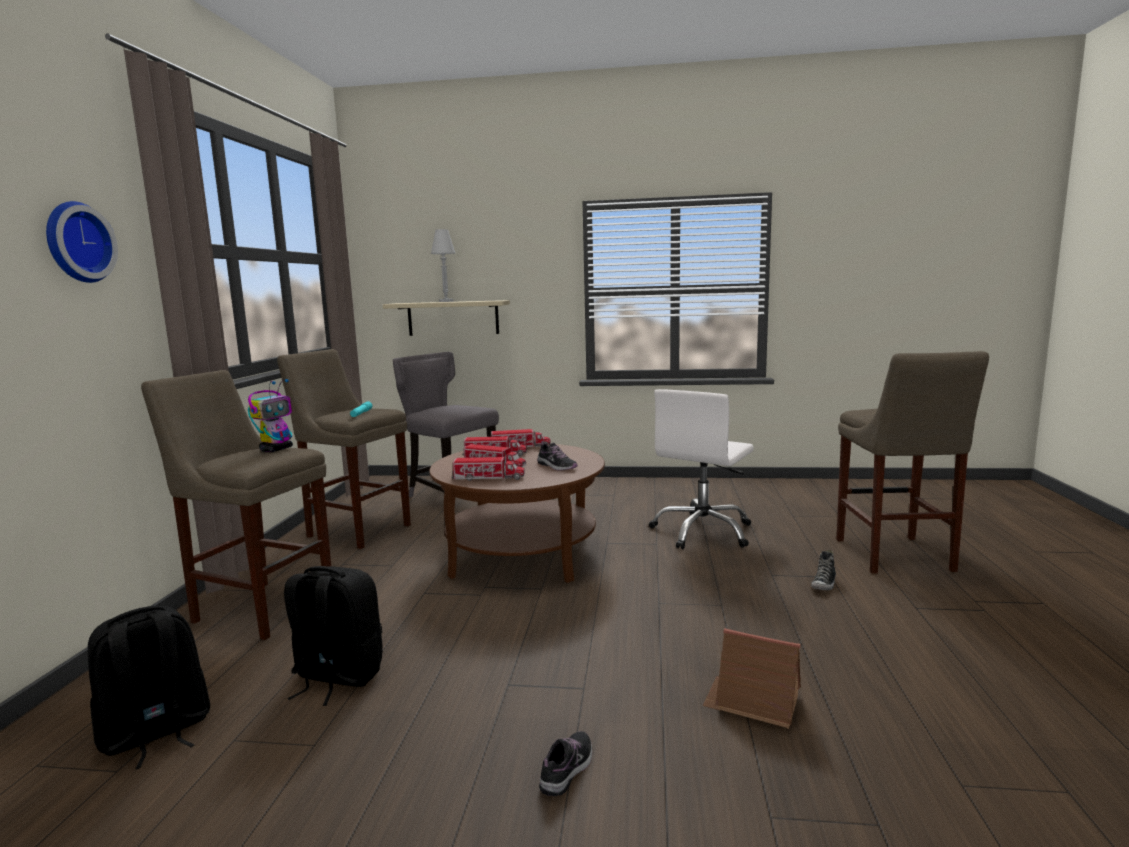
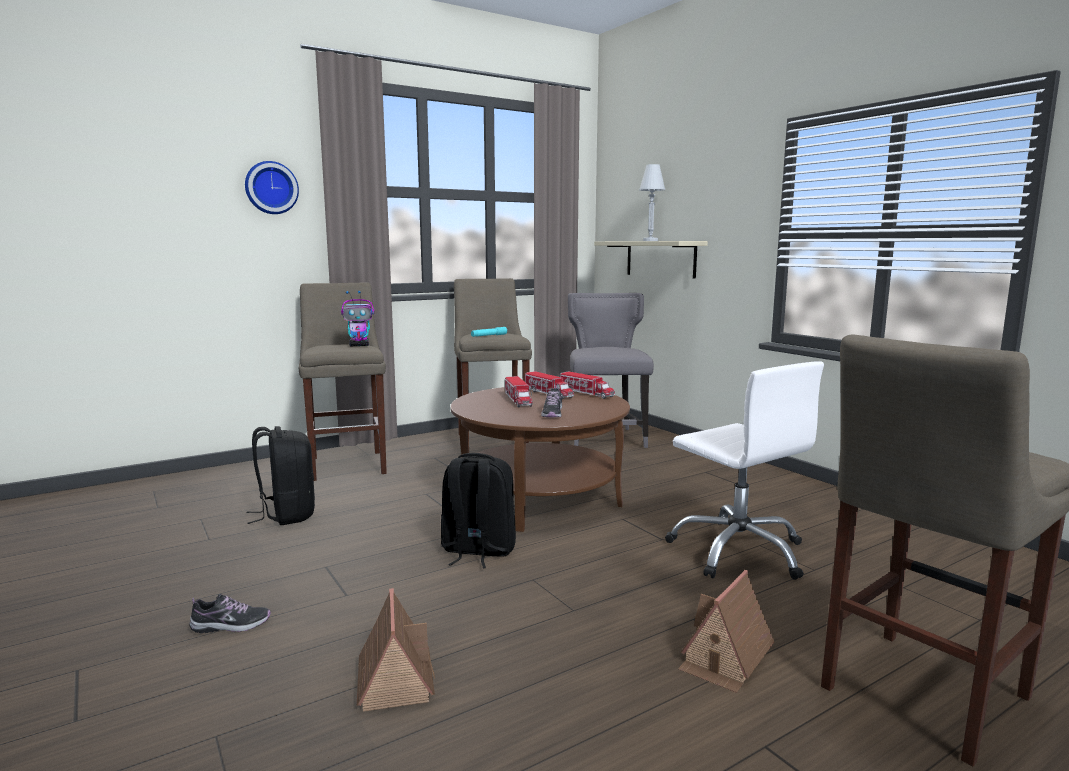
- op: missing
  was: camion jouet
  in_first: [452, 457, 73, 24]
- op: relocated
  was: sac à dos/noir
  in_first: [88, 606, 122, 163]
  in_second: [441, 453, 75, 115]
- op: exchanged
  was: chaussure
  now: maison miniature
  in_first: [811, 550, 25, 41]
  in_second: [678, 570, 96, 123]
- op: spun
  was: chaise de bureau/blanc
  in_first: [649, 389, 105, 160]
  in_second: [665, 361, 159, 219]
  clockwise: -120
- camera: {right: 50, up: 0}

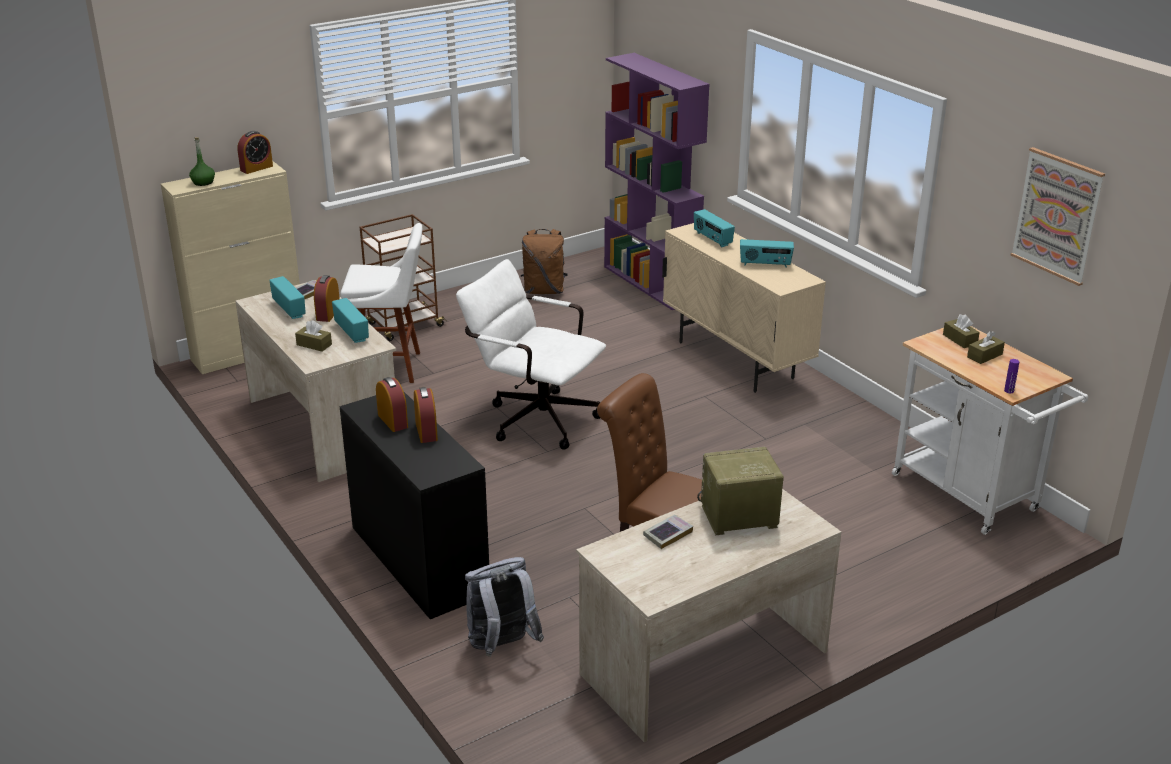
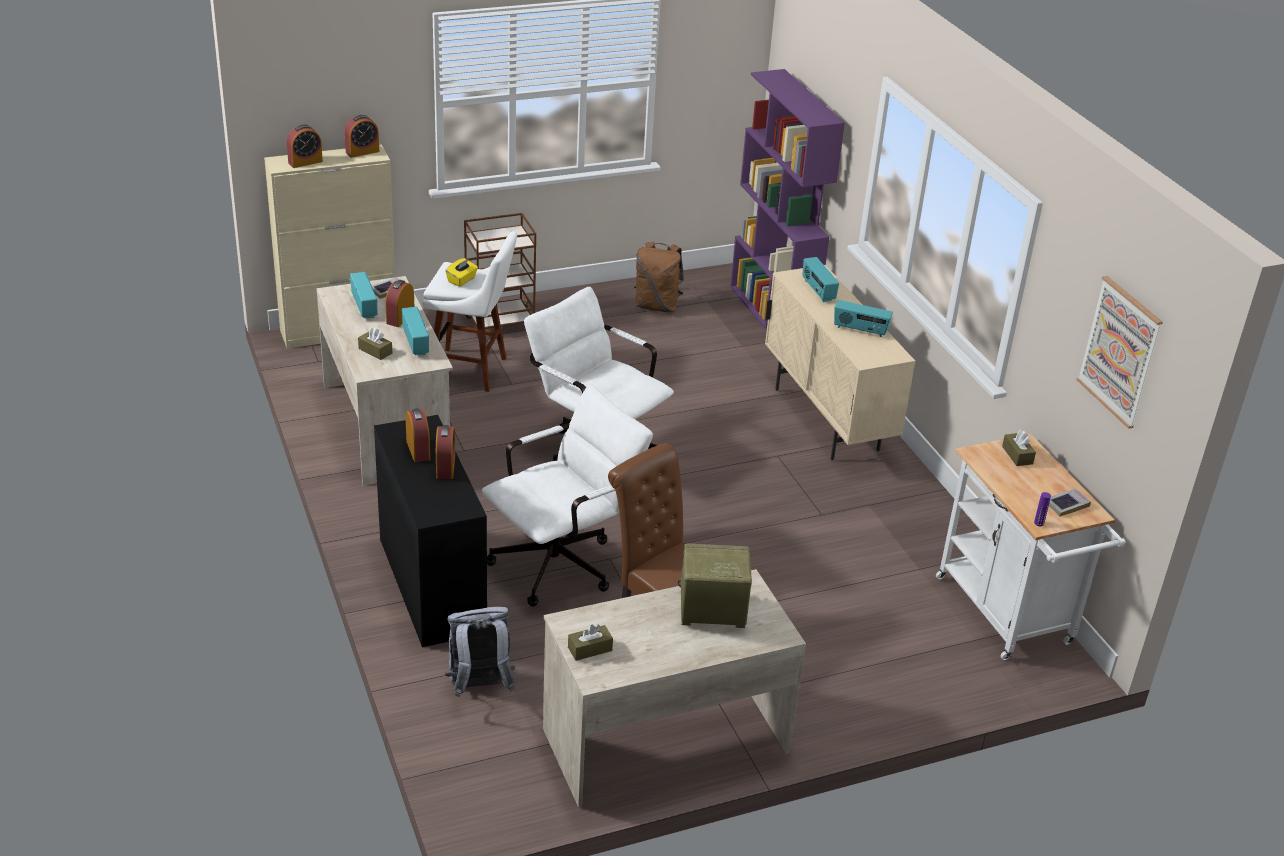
- op: appeared
  now: boîte à mouchoirs/jaune
  in_second: [445, 258, 33, 29]
- op: appeared
  now: chaise de bureau/blanc
  in_second: [482, 385, 171, 222]
- op: relocated
  was: livre
  in_first: [643, 515, 50, 34]
  in_second: [1049, 489, 42, 28]
- op: relocated
  was: boîte à mouchoirs/marron
  in_first: [967, 331, 38, 33]
  in_second: [568, 624, 45, 37]
- op: exchanged
  was: bouteille/vert
  now: réveil
  in_first: [189, 137, 26, 49]
  in_second: [287, 125, 36, 43]
- camera: {right: 10, up: 5}

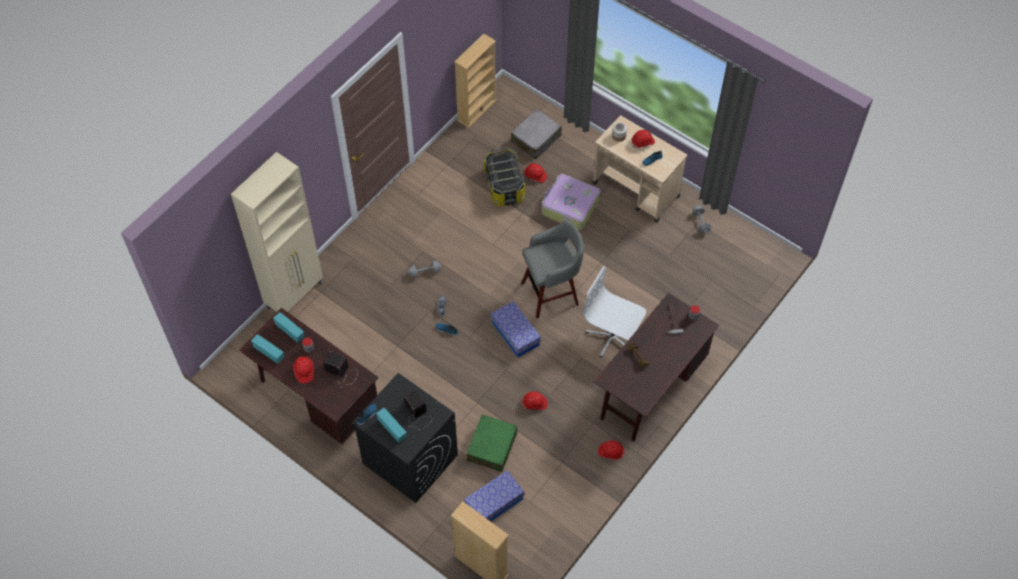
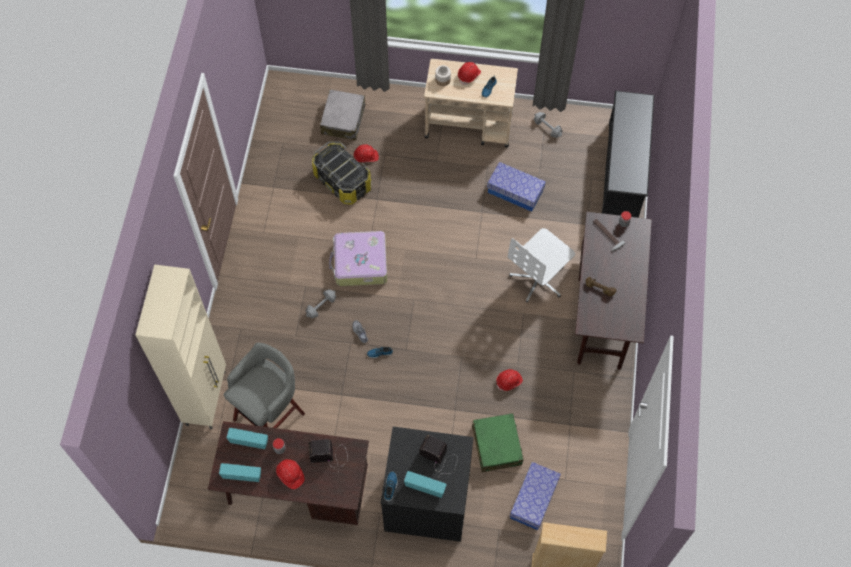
- op: missing
  was: bibliothèque/beige
  in_first: [454, 34, 43, 94]
- op: missing
  was: casque de chantier/rouge
  in_first: [598, 440, 26, 20]
- op: appeared
  now: étagère à chaussures/noir
  in_second: [602, 91, 52, 127]
- op: relocated
  was: boîte de rangement
  in_first: [491, 301, 50, 57]
  in_second: [487, 162, 59, 50]
- op: relocated
  was: tabouret/gris
  in_first: [521, 220, 63, 98]
  in_second: [224, 343, 81, 85]
- op: relocated
  was: valise
  in_first: [542, 174, 59, 56]
  in_second: [329, 231, 58, 55]
- op: spun
  was: chaise de bureau/blanc
  in_first: [583, 266, 63, 92]
  in_second: [508, 228, 67, 75]
  clockwise: -45
- camera: {right: -30, up: 5}

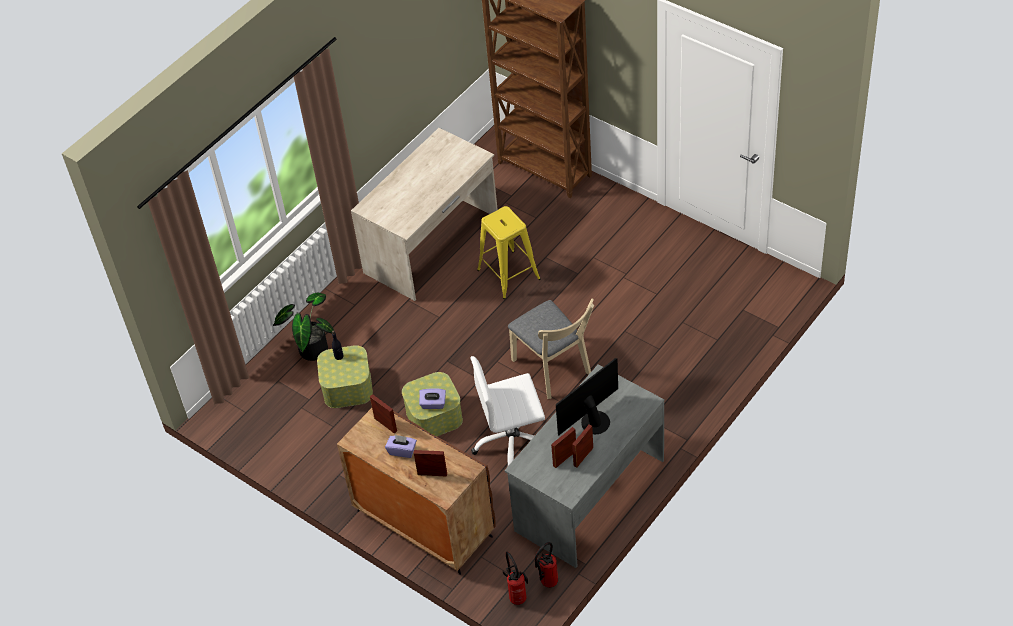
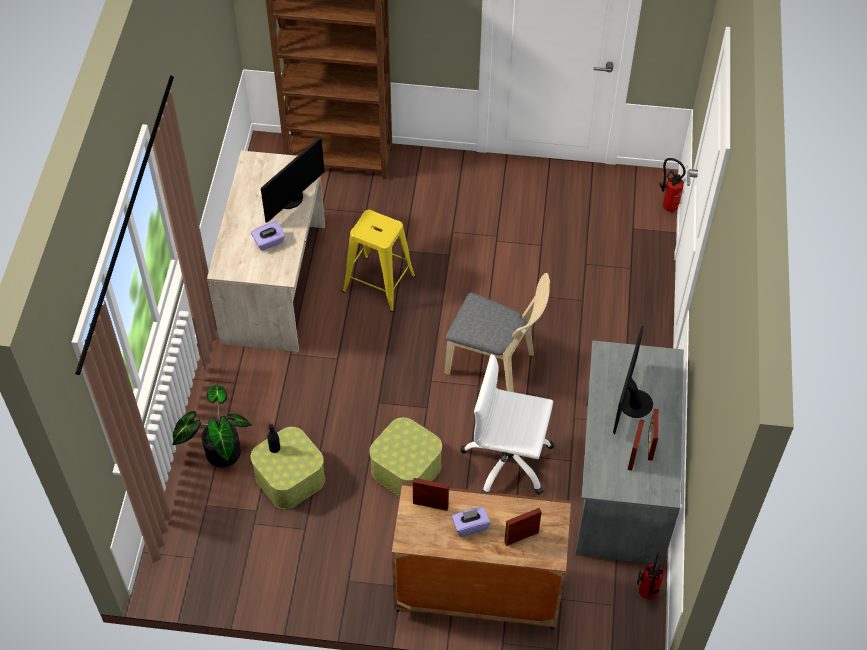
- op: appeared
  now: écran d'ordinateur
  in_second: [261, 136, 63, 87]
- op: relocated
  was: boîte à mouchoirs/violet
  in_first: [419, 388, 27, 21]
  in_second: [251, 221, 34, 30]
- op: relocated
  was: extincteur
  in_first: [503, 552, 25, 53]
  in_second: [659, 158, 27, 55]
- op: spun
  was: chaise de bureau/blanc
  in_first: [470, 356, 75, 110]
  in_second: [460, 354, 94, 141]
  clockwise: 60
- camera: {right: -35, up: 5}

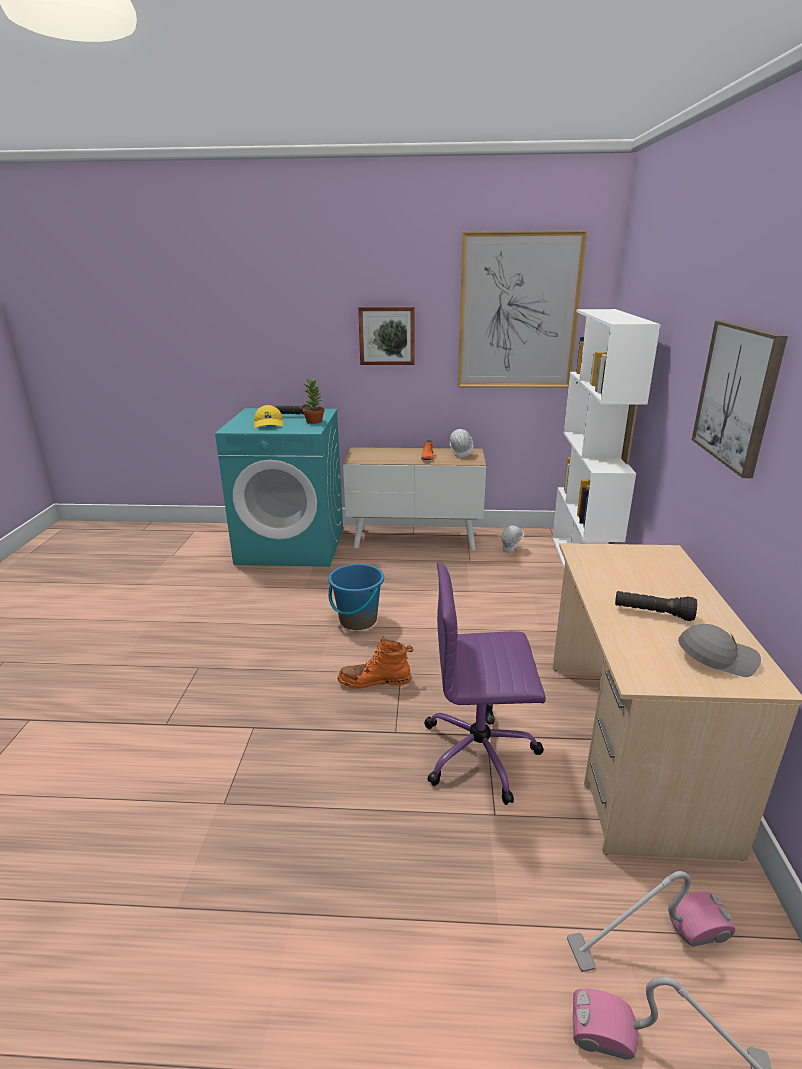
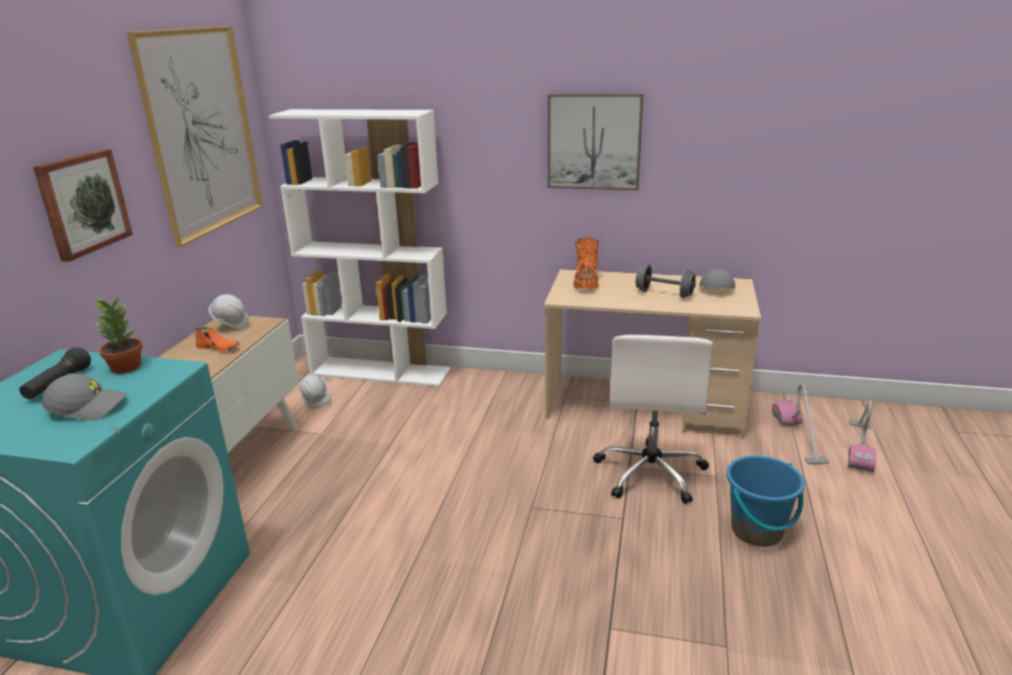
- op: relocated
  was: seau/bleu
  in_first: [328, 564, 56, 66]
  in_second: [726, 455, 79, 92]
- op: relocated
  was: botte/orange
  in_first: [337, 637, 76, 52]
  in_second: [573, 237, 27, 52]
- op: exchanged
  was: lampe de poche/noir
  now: haltère/gris
  in_first: [615, 591, 82, 30]
  in_second: [636, 264, 60, 34]
- op: colour
  was: casquette/jaune
  now: casquette/gris
  in_first: [254, 405, 29, 23]
  in_second: [42, 374, 85, 47]
- op: colour
  was: chaise de bureau/violet
  now: chaise de bureau/blanc
  in_first: [424, 562, 122, 243]
  in_second: [593, 335, 120, 169]
- camera: {right: -80, up: 0}

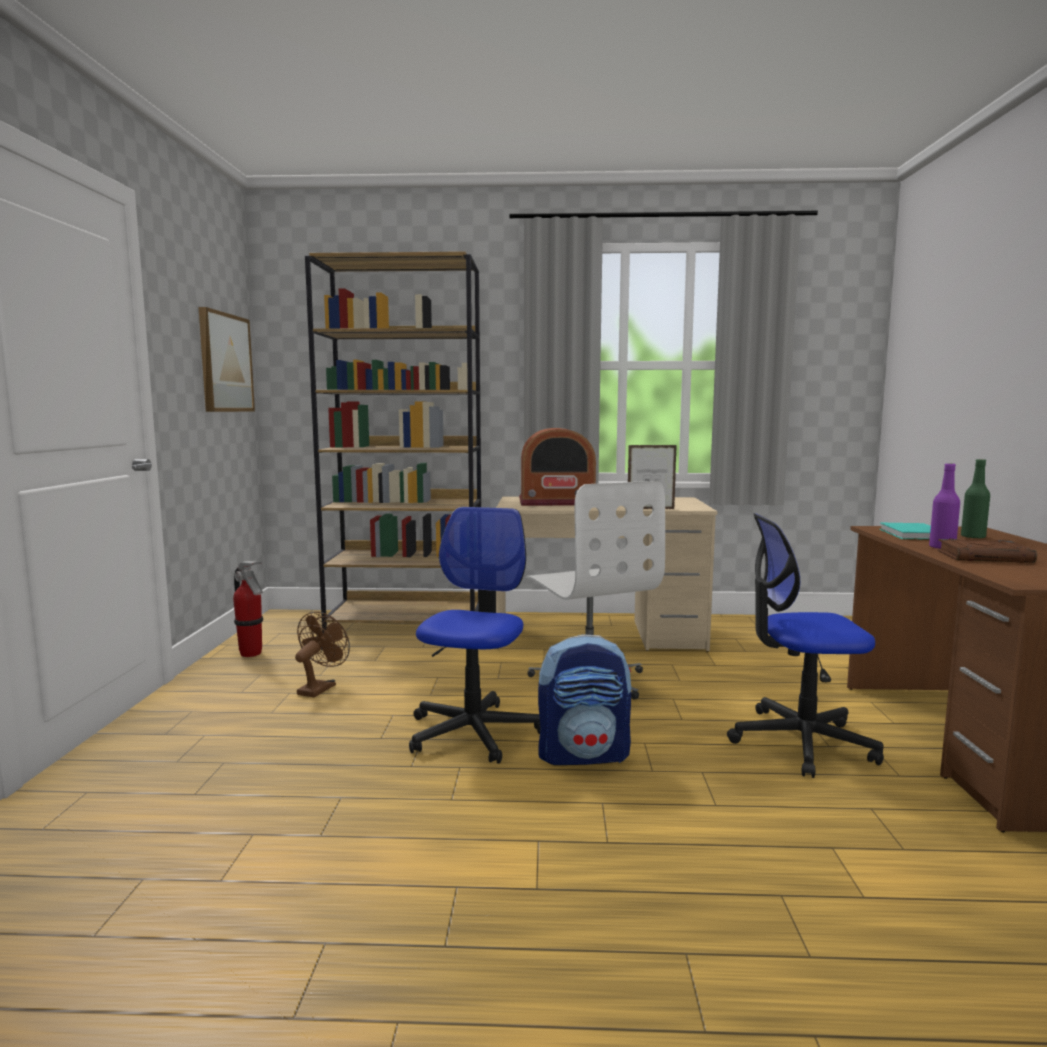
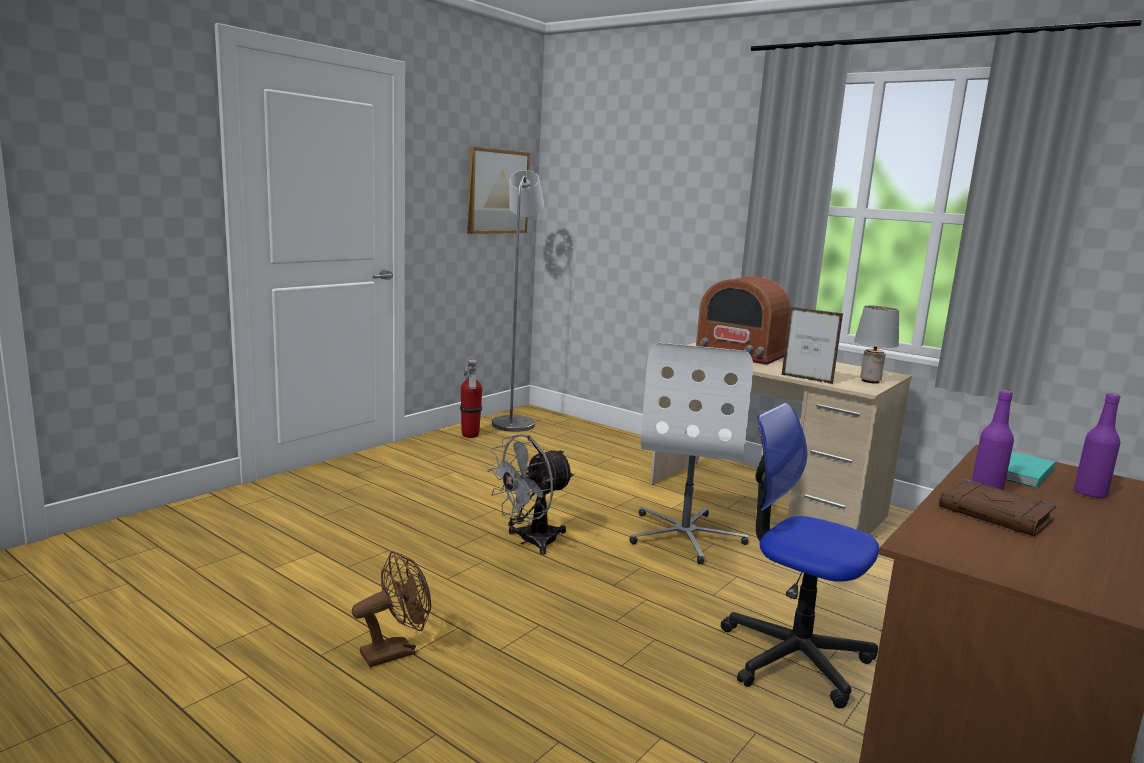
- op: missing
  was: bibliothèque/marron
  in_first: [305, 251, 176, 382]
- op: missing
  was: sac à dos
  in_first: [538, 634, 93, 131]
- op: appeared
  now: lampadaire/gris
  in_second: [492, 170, 52, 262]
- op: appeared
  now: lampe de table/gris
  in_second: [854, 306, 45, 78]
- op: relocated
  was: ventilateur/marron
  in_first: [295, 612, 55, 86]
  in_second: [352, 551, 79, 116]
- op: exchanged
  was: chaise de bureau
  now: ventilateur/gris
  in_first: [409, 507, 132, 257]
  in_second: [487, 434, 87, 121]
- op: colour
  was: bouteille/vert
  now: bouteille/violet
  in_first: [961, 459, 29, 80]
  in_second: [1074, 393, 46, 105]
- camera: {right: 35, up: 5}

